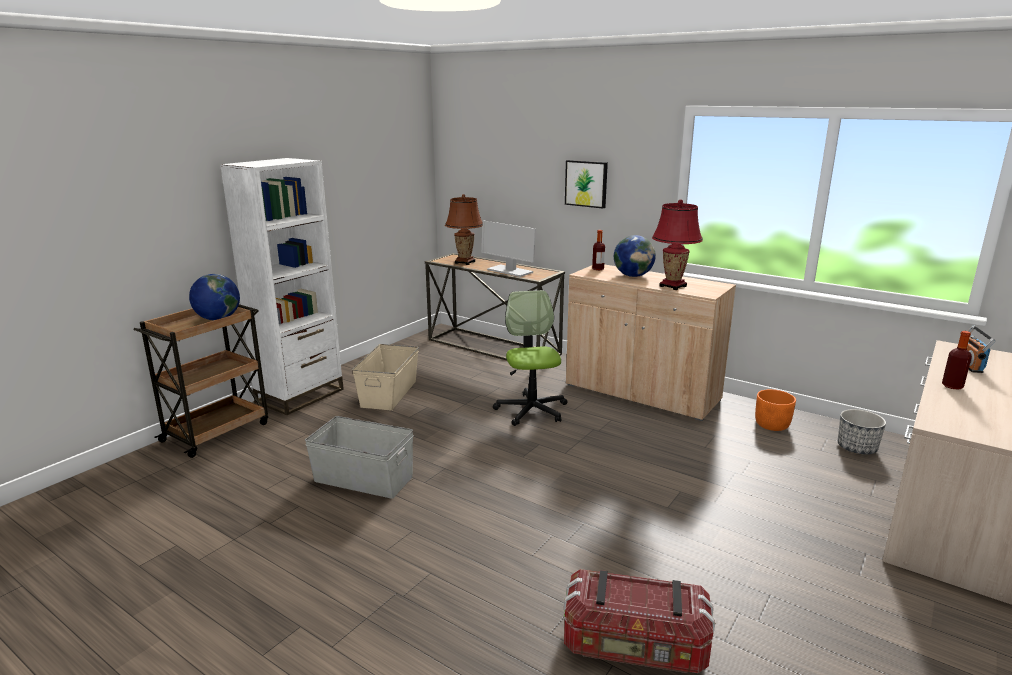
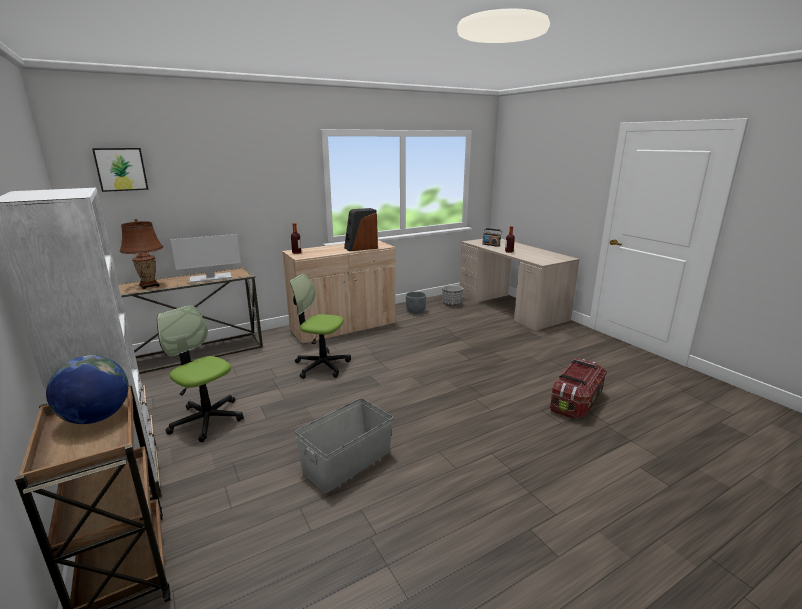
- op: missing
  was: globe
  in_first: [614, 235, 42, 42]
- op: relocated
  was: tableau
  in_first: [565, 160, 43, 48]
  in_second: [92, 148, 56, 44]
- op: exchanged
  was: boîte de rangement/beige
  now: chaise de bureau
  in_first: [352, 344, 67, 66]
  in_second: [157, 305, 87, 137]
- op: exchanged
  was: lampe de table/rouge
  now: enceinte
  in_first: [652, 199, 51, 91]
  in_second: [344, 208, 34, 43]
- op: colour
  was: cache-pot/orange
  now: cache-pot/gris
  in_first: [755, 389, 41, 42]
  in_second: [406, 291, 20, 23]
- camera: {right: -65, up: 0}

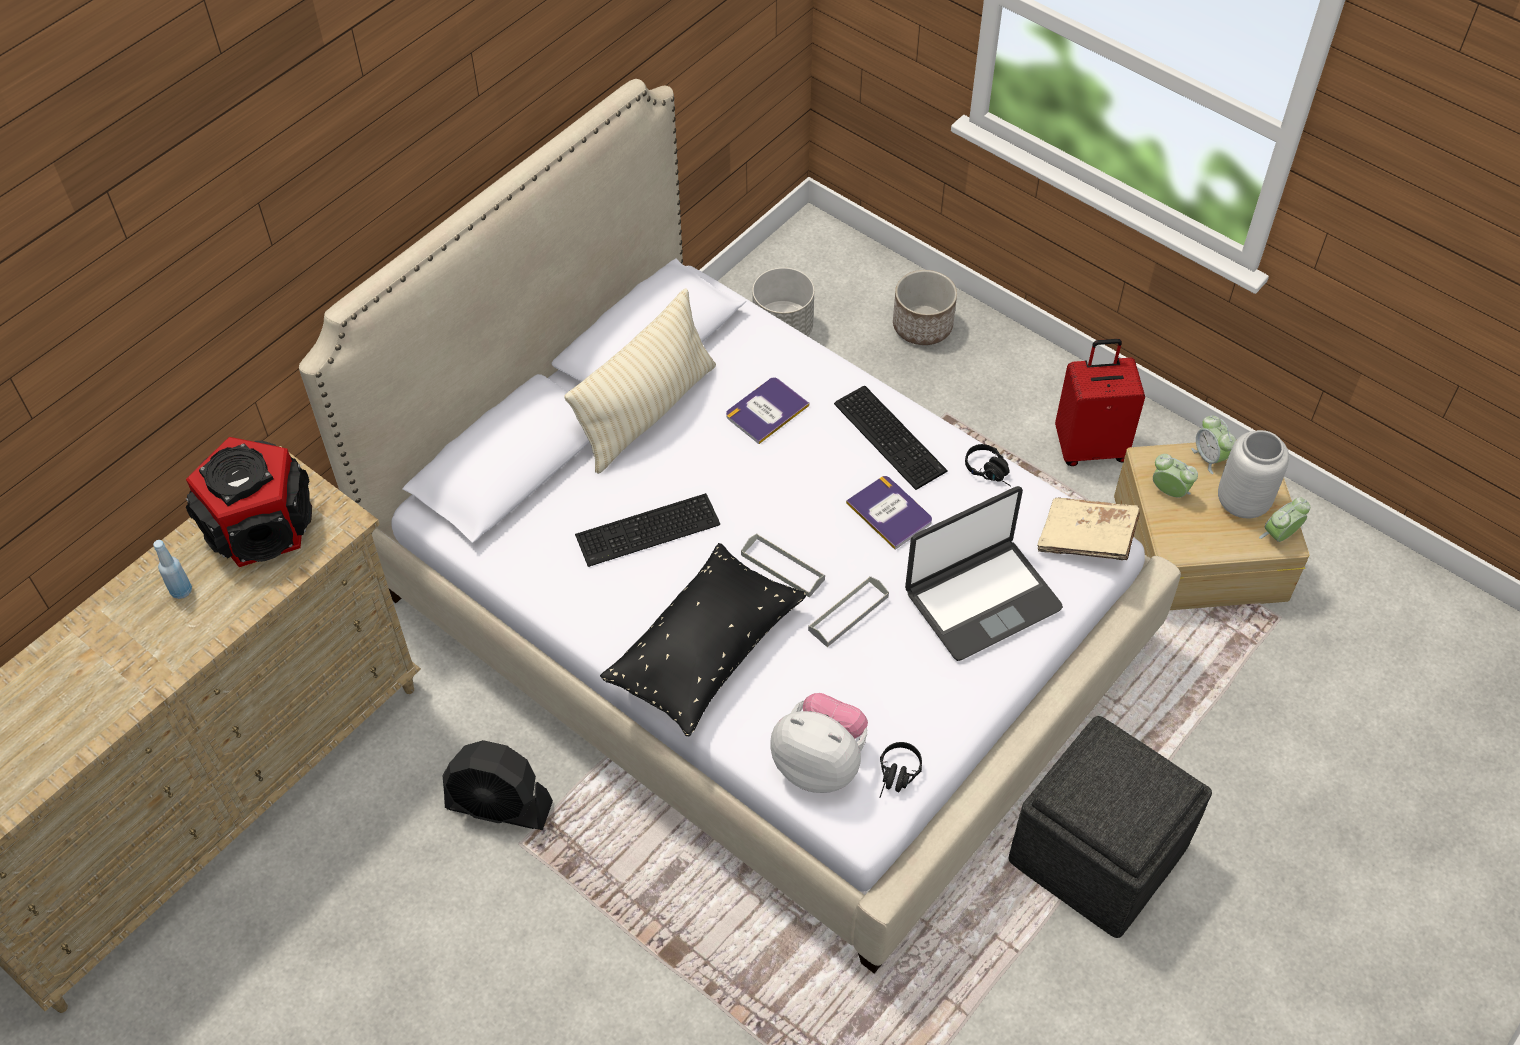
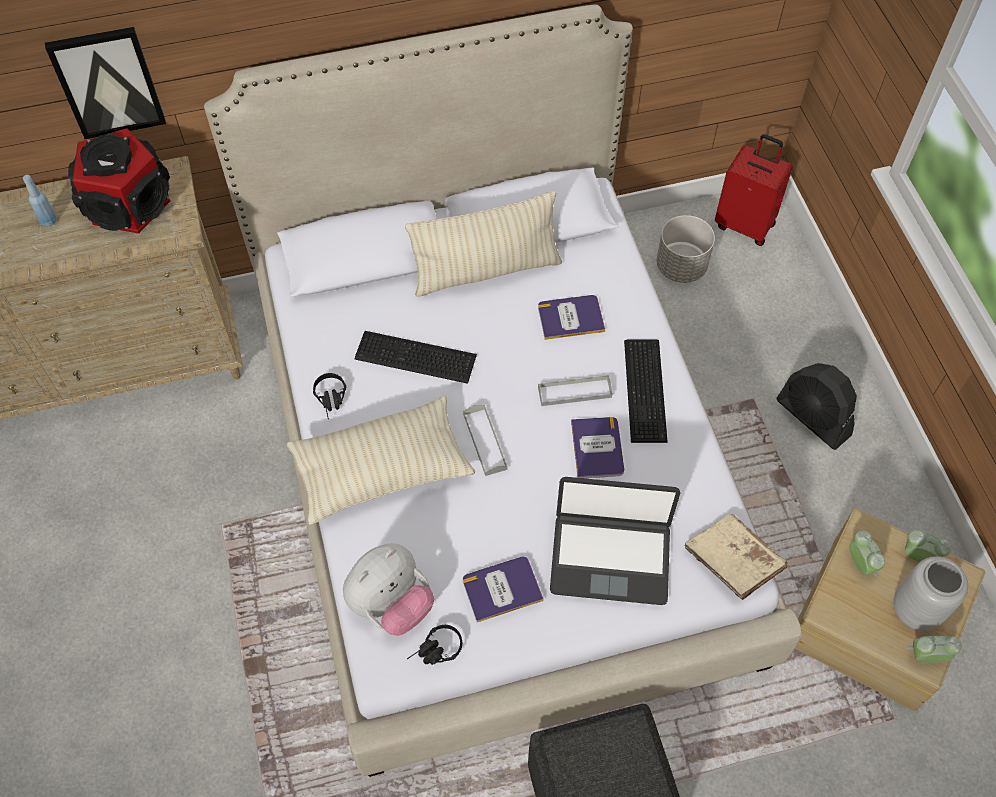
- op: missing
  was: cache-pot
  in_first: [893, 270, 64, 75]
- op: appeared
  now: tableau
  in_second: [45, 27, 121, 112]
- op: appeared
  now: livre
  in_second: [463, 557, 81, 65]
- op: relocated
  was: ventilateur/noir
  in_first: [443, 740, 110, 90]
  in_second: [776, 363, 81, 87]
- op: relocated
  was: plateau/gris
  in_first: [808, 576, 81, 71]
  in_second: [538, 375, 75, 31]
- op: relocated
  was: casque audio/noir
  in_first: [965, 444, 46, 42]
  in_second: [313, 373, 34, 46]
- op: relocated
  was: valise/rouge
  in_first: [1055, 339, 90, 127]
  in_second: [715, 134, 78, 112]
- op: colour
  was: coussin/noir
  now: coussin/beige
  in_first: [600, 543, 206, 193]
  in_second: [287, 396, 188, 129]
- op: spun
  was: peluche
  in_first: [770, 693, 98, 100]
  in_second: [343, 543, 91, 93]
  clockwise: 75
- op: spun
  was: réveil
  in_first: [1191, 415, 45, 59]
  in_second: [903, 530, 48, 32]
  clockwise: 105
- camera: {right: 35, up: 5}

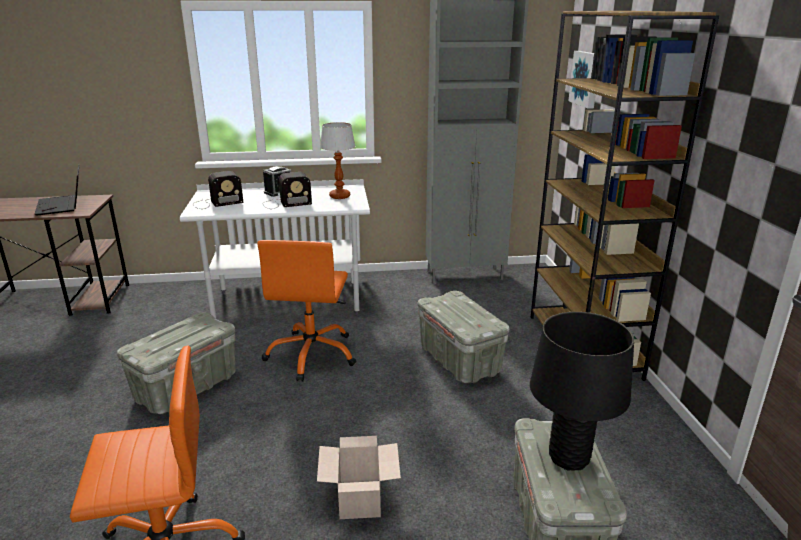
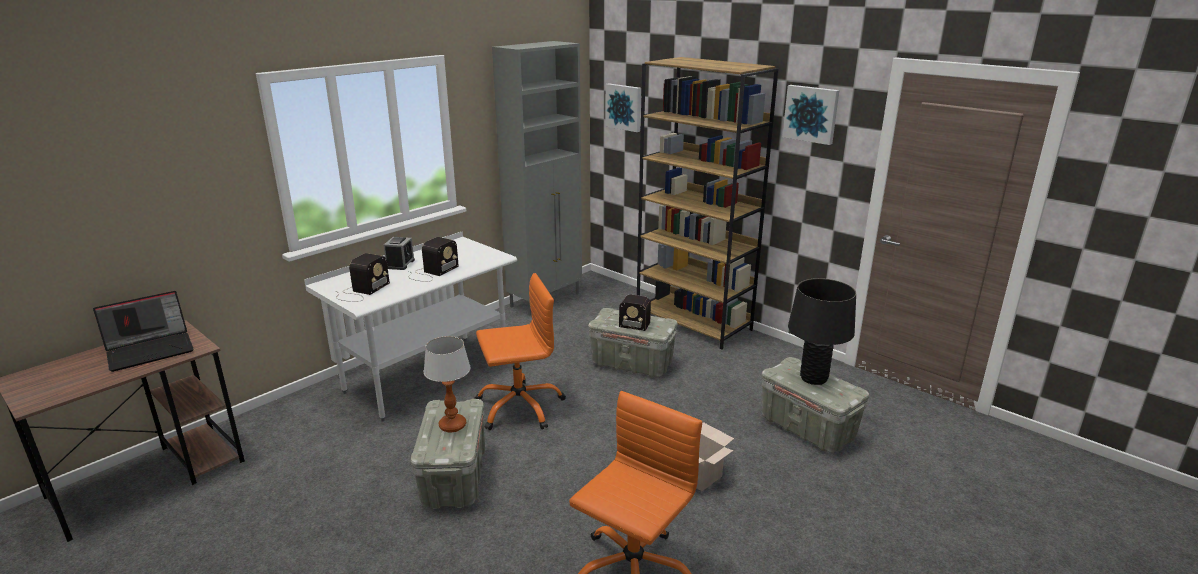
- op: appeared
  now: radio
  in_second: [605, 295, 46, 36]
- op: appeared
  now: tableau
  in_second: [782, 85, 58, 60]
- op: relocated
  was: lampe de table
  in_first: [320, 122, 36, 77]
  in_second: [424, 336, 47, 96]
- op: spun
  was: ordinateur portable
  in_first: [35, 163, 45, 53]
  in_second: [93, 291, 100, 81]
  clockwise: -60
- op: spun
  was: chaise de bureau/orange
  in_first: [257, 240, 99, 141]
  in_second: [475, 273, 91, 157]
  clockwise: -75
- camera: {right: -40, up: 0}

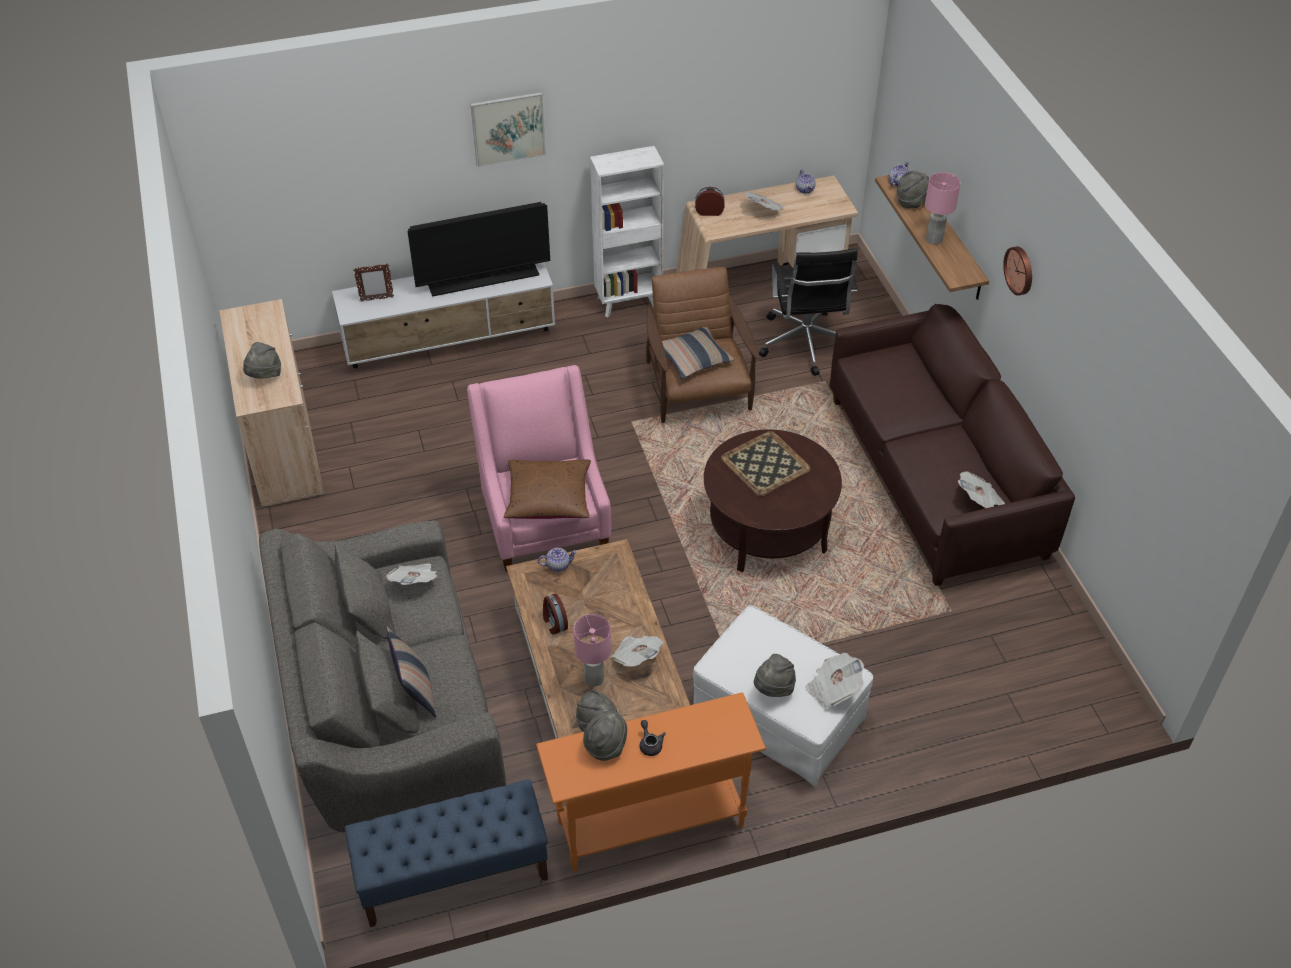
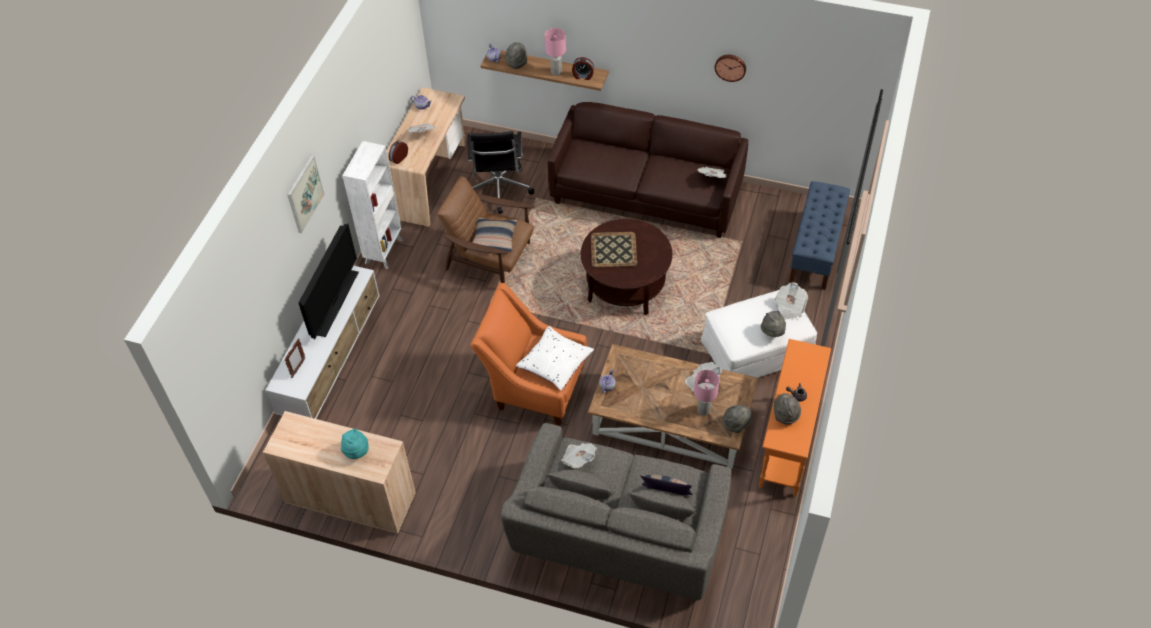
- op: relocated
  was: banc/bleu
  in_first: [345, 779, 203, 148]
  in_second: [789, 181, 61, 109]
- op: relocated
  was: réveil
  in_first: [543, 593, 25, 41]
  in_second: [572, 57, 22, 23]
- op: relocated
  was: horloge murale
  in_first: [1003, 246, 29, 50]
  in_second: [715, 55, 31, 27]
- op: colour
  was: chapeau/gris
  now: chapeau/turquoise
  in_first: [243, 342, 38, 37]
  in_second: [341, 428, 28, 31]
- op: colour
  was: fauteuil/rose
  now: fauteuil/orange
  in_first: [467, 365, 144, 207]
  in_second: [470, 283, 117, 143]
- op: colour
  was: coussin/marron
  now: coussin/blanc
  in_first: [503, 459, 88, 60]
  in_second: [516, 326, 78, 64]
- op: spun
  was: chaise de bureau/noir
  in_first: [759, 249, 99, 127]
  in_second: [467, 131, 67, 83]
  clockwise: 60
- camera: {right: -55, up: 5}

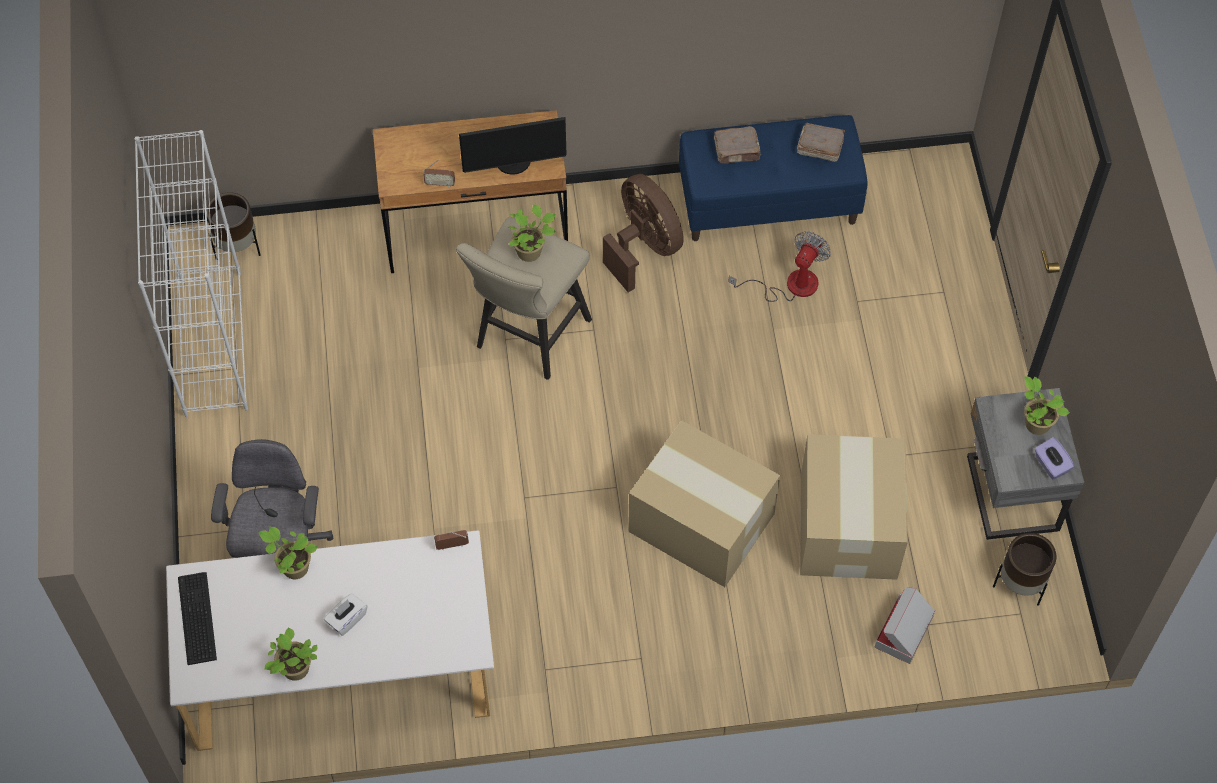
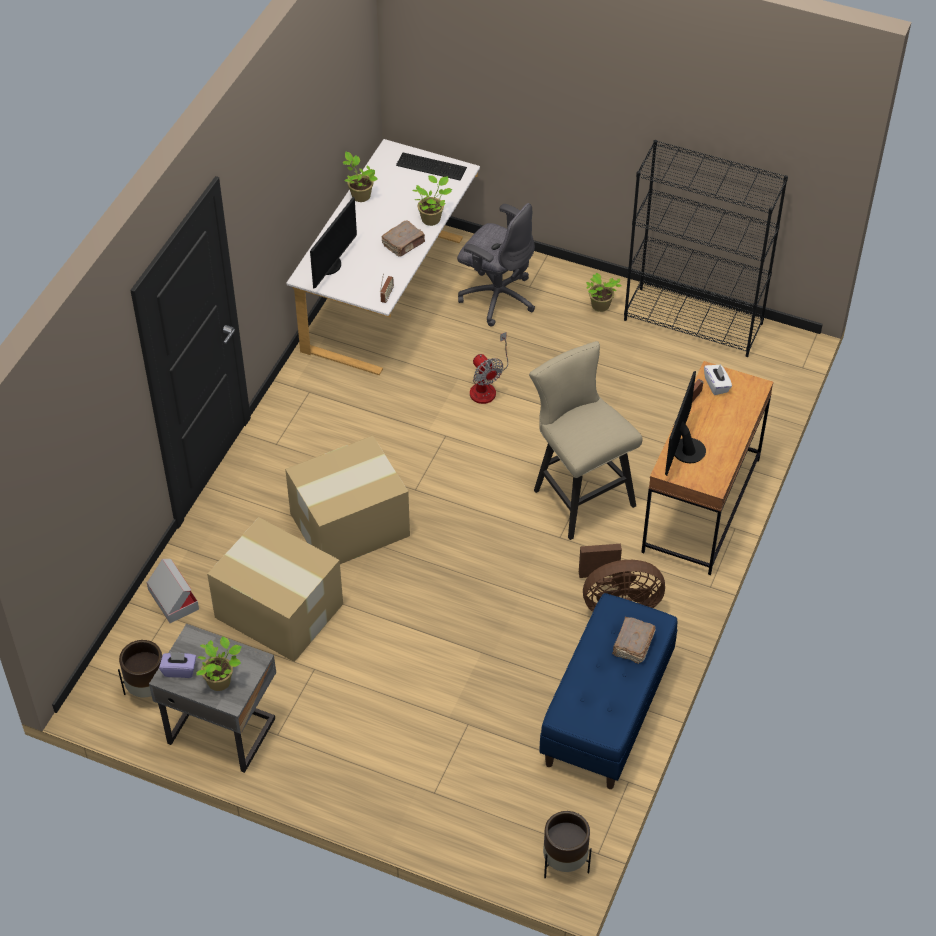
- op: appeared
  now: écran d'ordinateur
  in_second: [310, 197, 47, 92]
- op: relocated
  was: cache-pot/marron
  in_first: [207, 192, 54, 68]
  in_second: [543, 811, 49, 67]
- op: relocated
  was: boîte à mouchoirs/blanc
  in_first: [324, 593, 44, 43]
  in_second: [704, 365, 28, 30]
- op: relocated
  was: plante en pot
  in_first: [508, 204, 48, 58]
  in_second: [586, 273, 35, 39]
- op: relocated
  was: ventilateur
  in_first: [728, 231, 103, 71]
  in_second: [470, 332, 38, 72]
- op: relocated
  was: livre/marron
  in_first: [797, 122, 48, 40]
  in_second: [382, 220, 43, 37]
- op: colour
  was: bibliothèque/blanc
  now: bibliothèque/noir
  in_first: [135, 130, 113, 287]
  in_second: [624, 140, 164, 217]
- camera: {right: 120, up: -10}

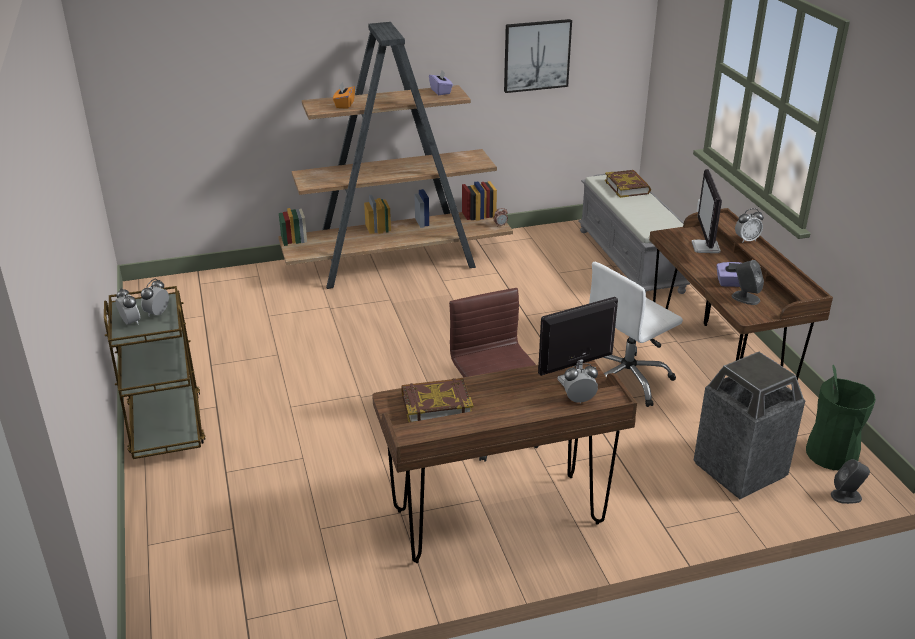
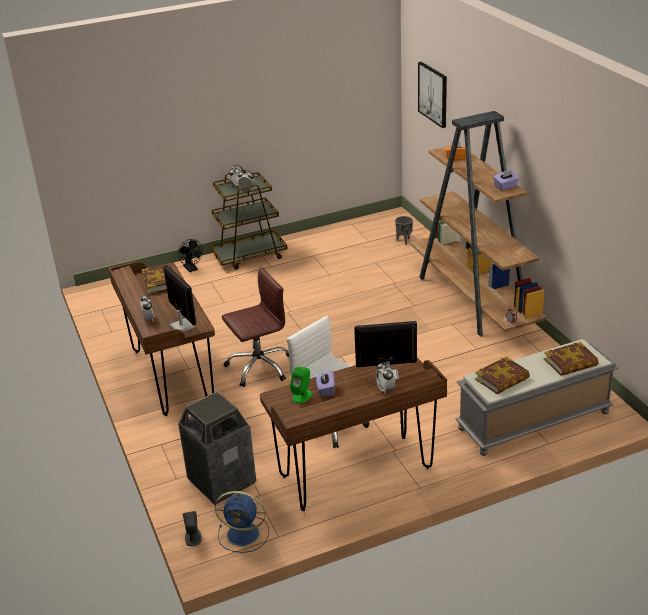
- op: appeared
  now: ventilateur/noir
  in_second: [178, 239, 25, 33]
- op: appeared
  now: cache-pot/gris
  in_second: [395, 216, 18, 29]
- op: appeared
  now: livre
  in_second: [475, 356, 55, 38]
- op: relocated
  was: tableau
  in_first: [504, 19, 68, 74]
  in_second: [418, 62, 29, 66]
- op: exchanged
  was: poubelle/vert
  now: ventilateur/bleu
  in_first: [806, 365, 70, 105]
  in_second: [215, 491, 54, 62]
- op: colour
  was: enceinte/gris
  now: enceinte/vert
  in_first: [732, 260, 32, 45]
  in_second: [290, 367, 22, 37]
- camera: {right: 85, up: 0}

